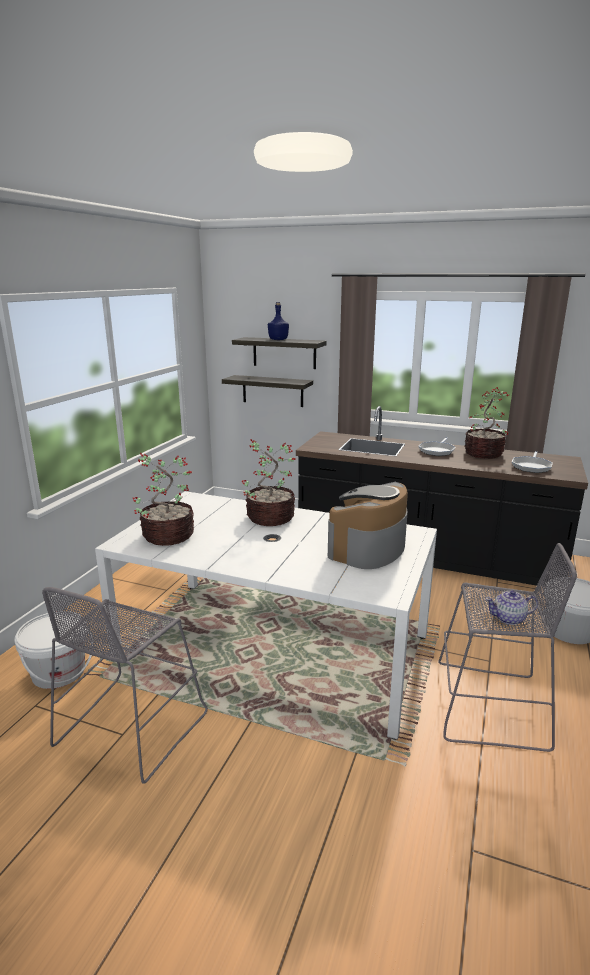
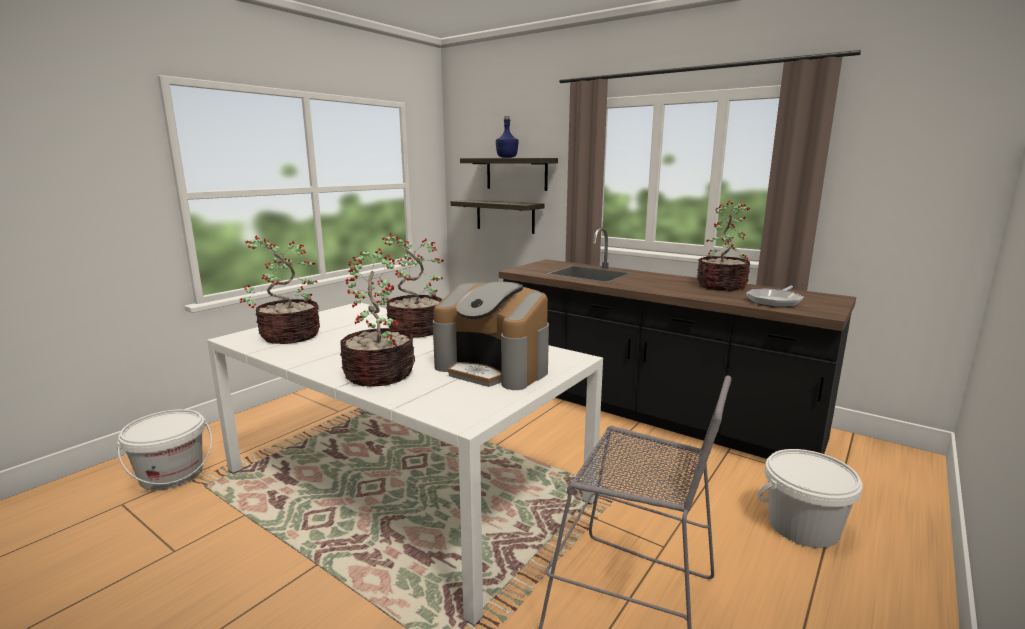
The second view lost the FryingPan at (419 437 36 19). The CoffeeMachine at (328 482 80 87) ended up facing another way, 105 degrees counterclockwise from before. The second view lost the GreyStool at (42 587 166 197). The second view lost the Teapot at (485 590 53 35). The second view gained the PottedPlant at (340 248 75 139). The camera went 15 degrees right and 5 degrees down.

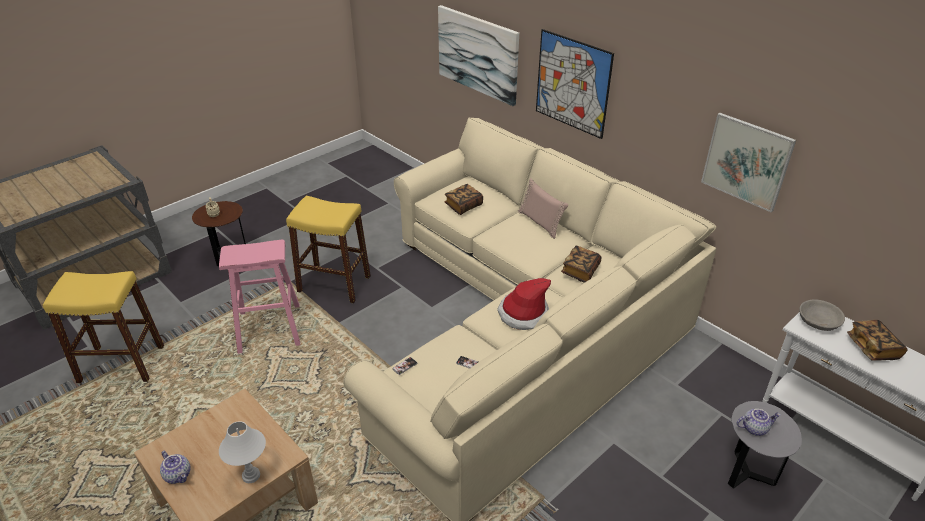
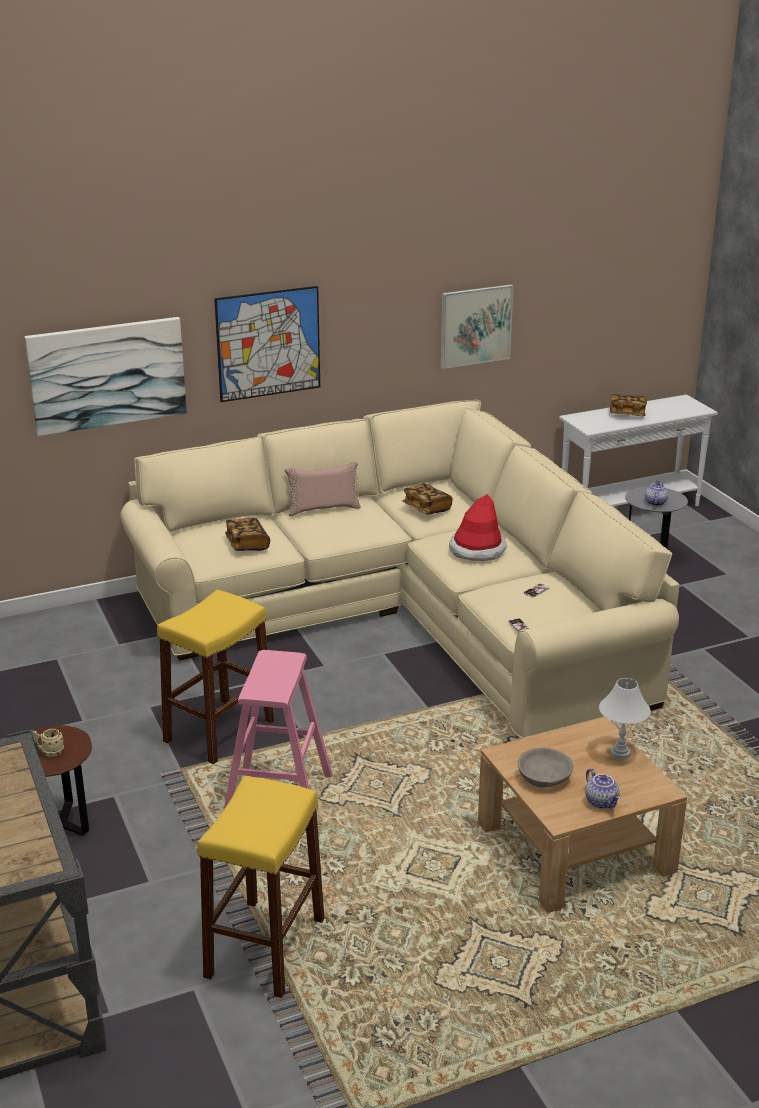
The GreyBowl ended up elsewhere, having gone from (799 299 46 32) to (518 748 56 40). The Teapot at (160 451 31 33) ended up facing another way, 90 degrees clockwise from before. The camera went 70 degrees left and 10 degrees down.

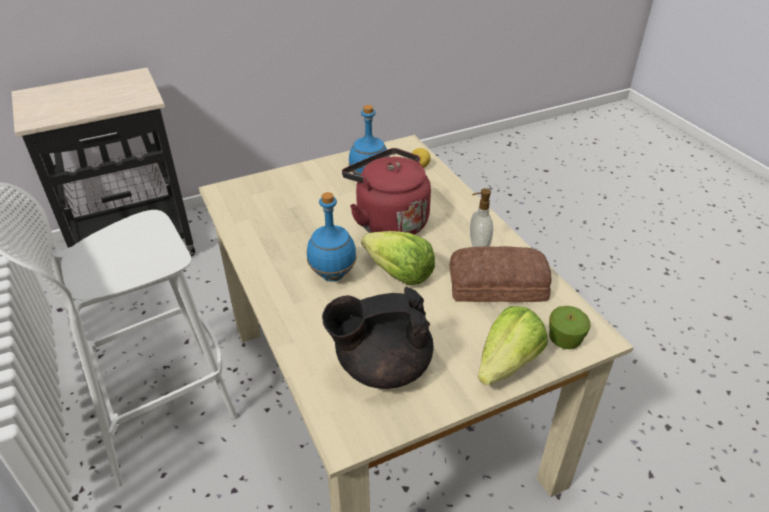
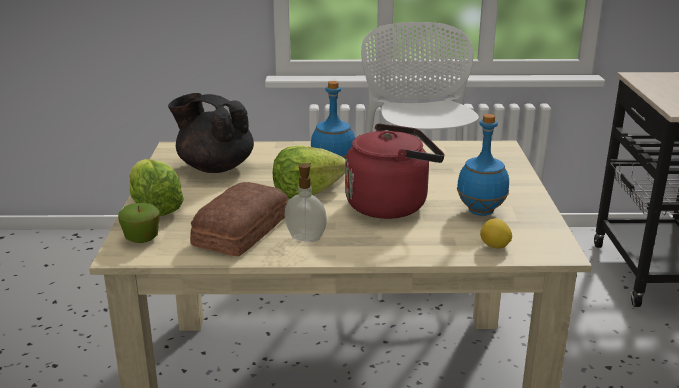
The BlackTeapot at (322 287 111 102) ended up facing another way, 75 degrees counterclockwise from before. The camera went 115 degrees right and 15 degrees down.

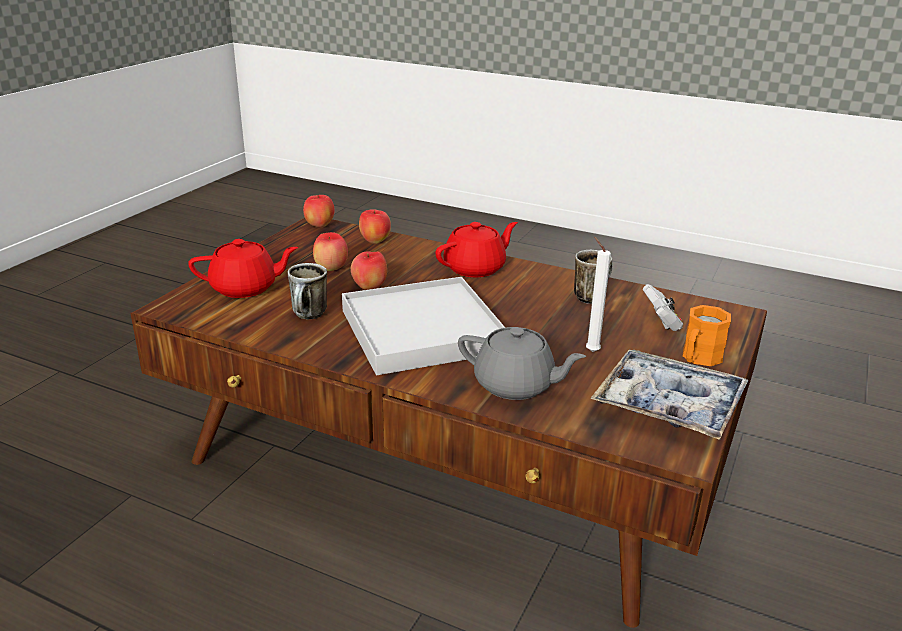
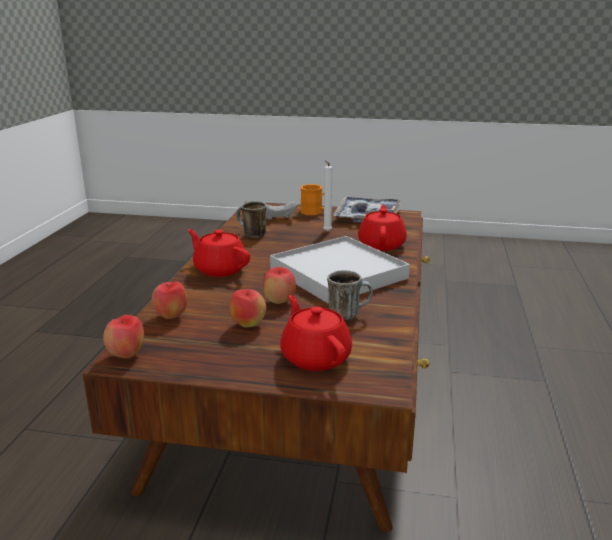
What was the GreyTeapot at (458 327 128 73) turned into the RedTeapot at (358 205 49 46). The camera went 105 degrees left and 5 degrees down.

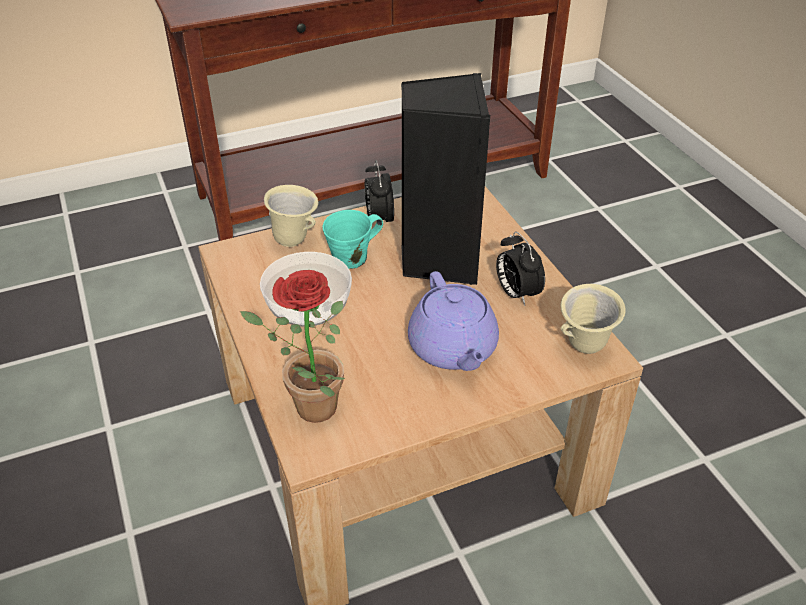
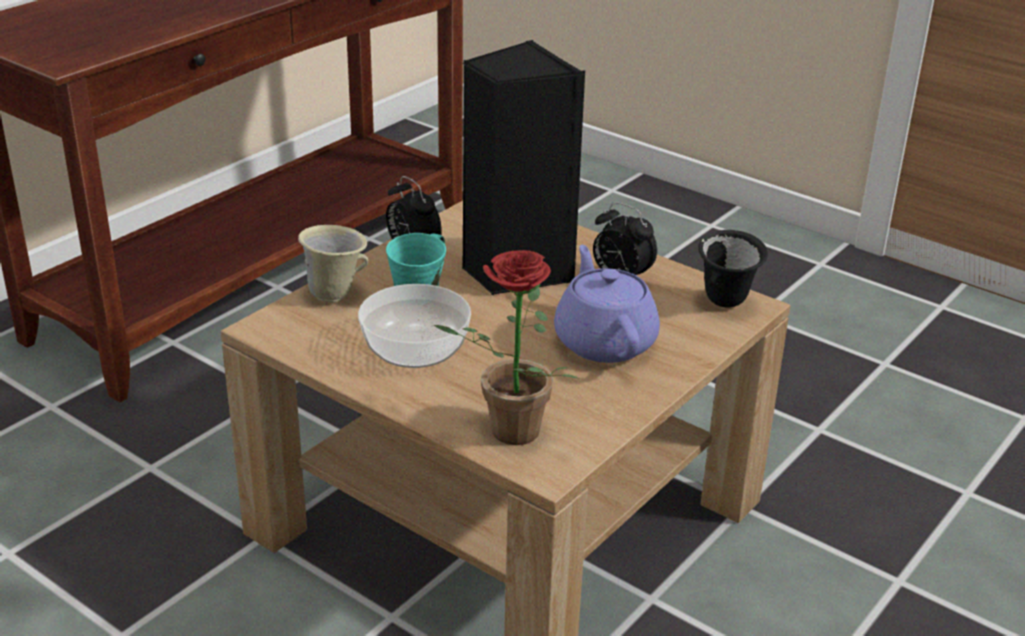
The PurpleTeapot at (408 271 91 100) ended up facing another way, 150 degrees counterclockwise from before. What was the BeigeMug at (560 284 66 70) turned into the BlackMug at (698 230 70 78). The camera went 30 degrees left and 10 degrees down.

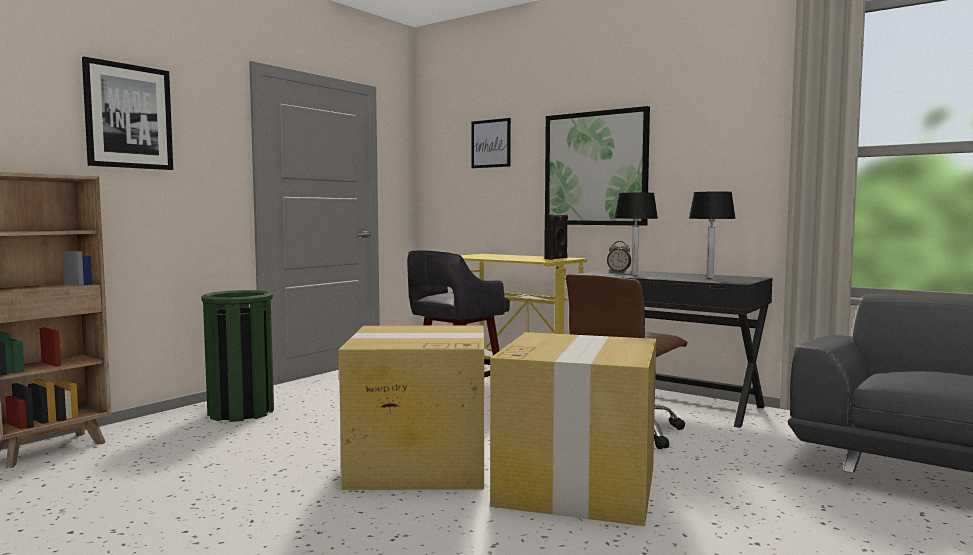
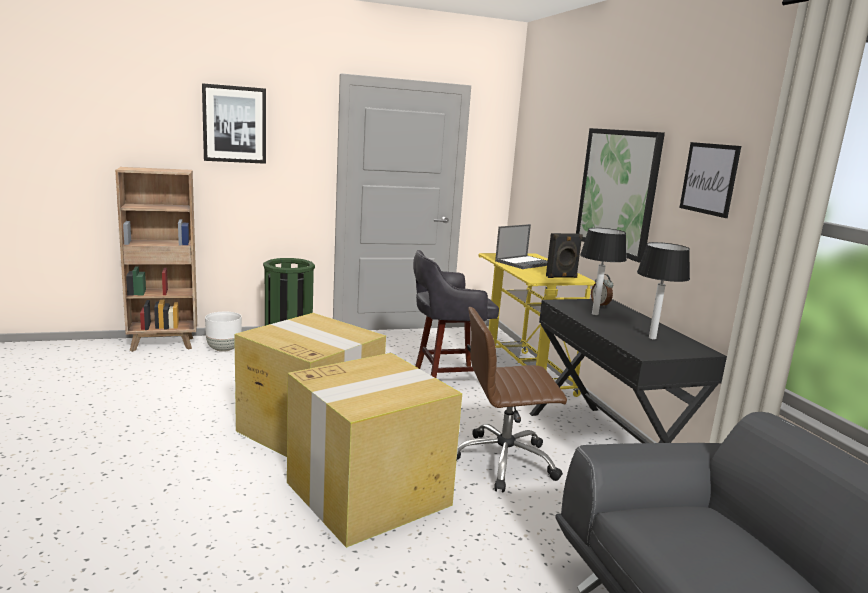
The Picture ended up elsewhere, having gone from (472 118 39 50) to (679 142 62 76). The second view gained the Laptop at (495 224 53 45). The second view gained the WhitePlanter at (205 312 37 40). The camera went 35 degrees right and 10 degrees up.

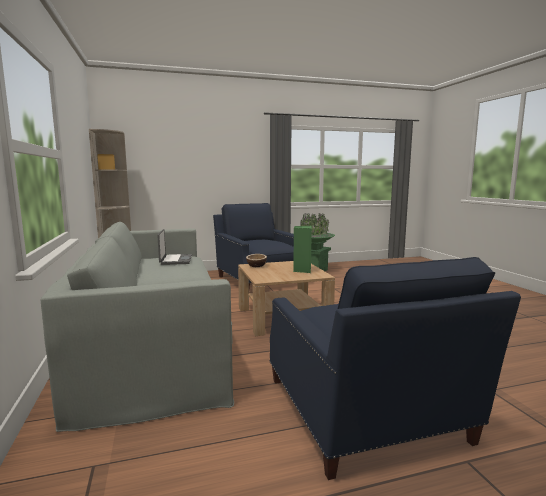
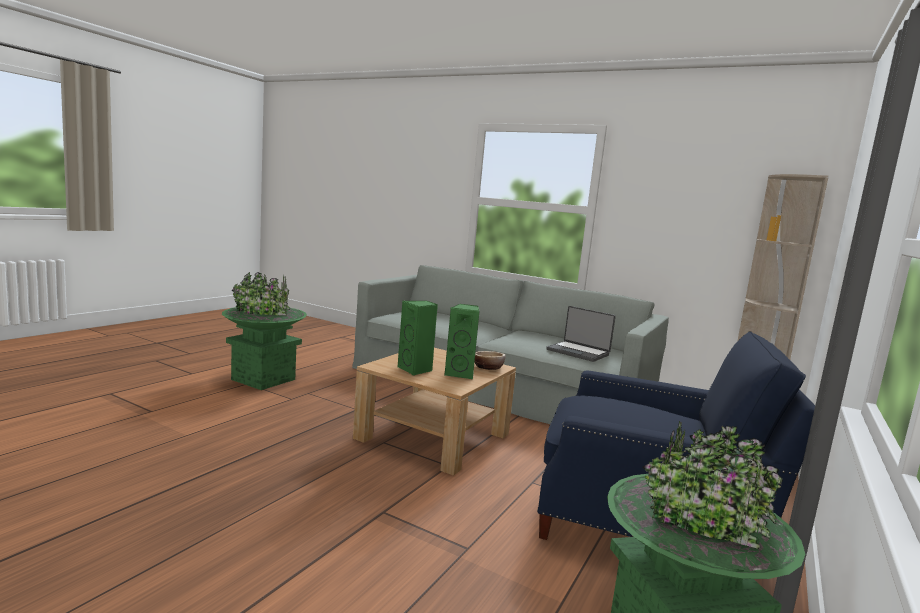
Where the BlueArmchair stood at (270 257 251 223), the GreenPlanter came to stand at (222 272 85 118). The second view gained the GreenSpeaker at (444 304 36 75). The camera went 135 degrees right and 0 degrees up.

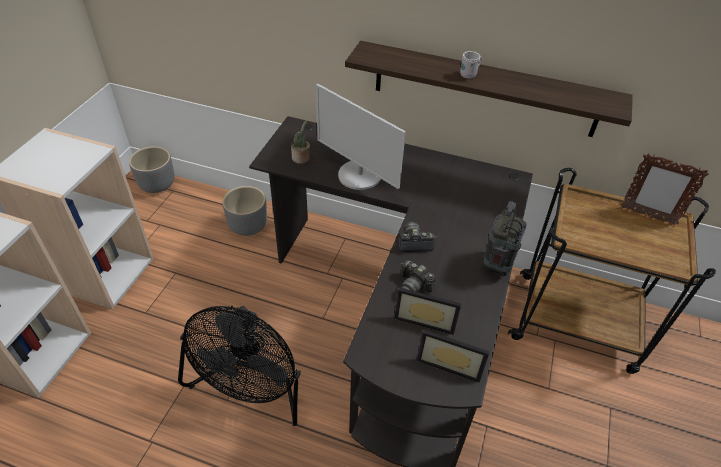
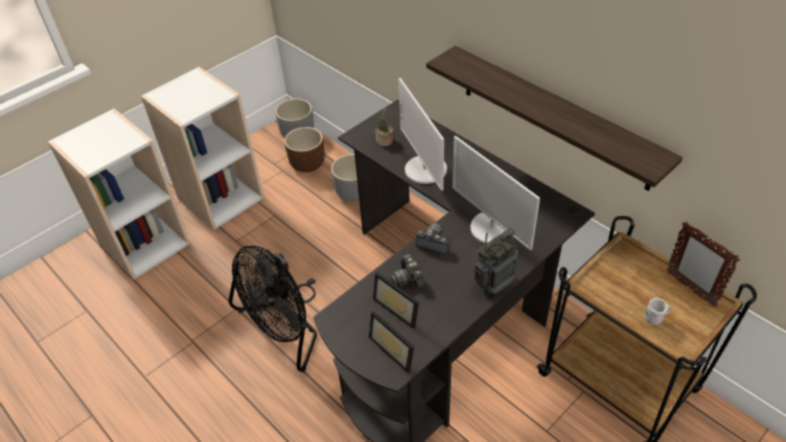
The WhiteMug ended up elsewhere, having gone from (460 51 22 28) to (645 298 27 27). The second view gained the BrownPlanter at (284 127 41 45). The second view gained the Monitor at (452 136 88 114). The camera went 30 degrees right and 0 degrees up.

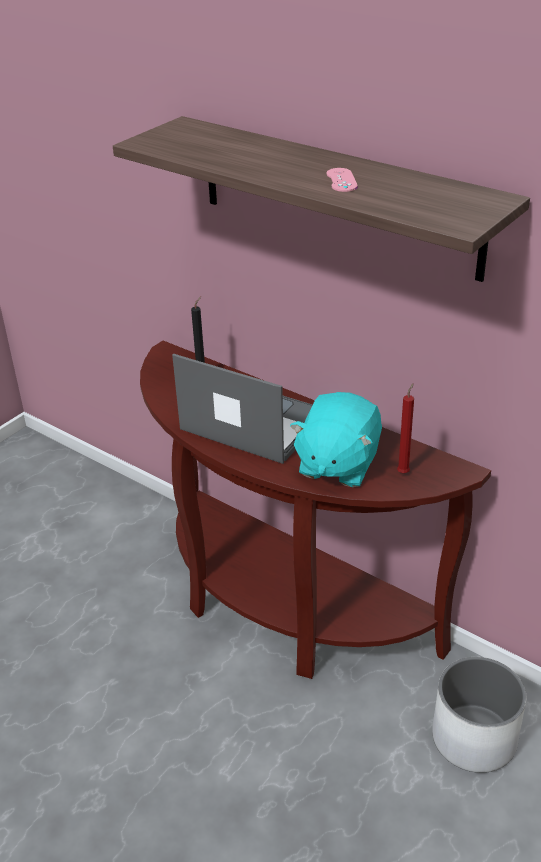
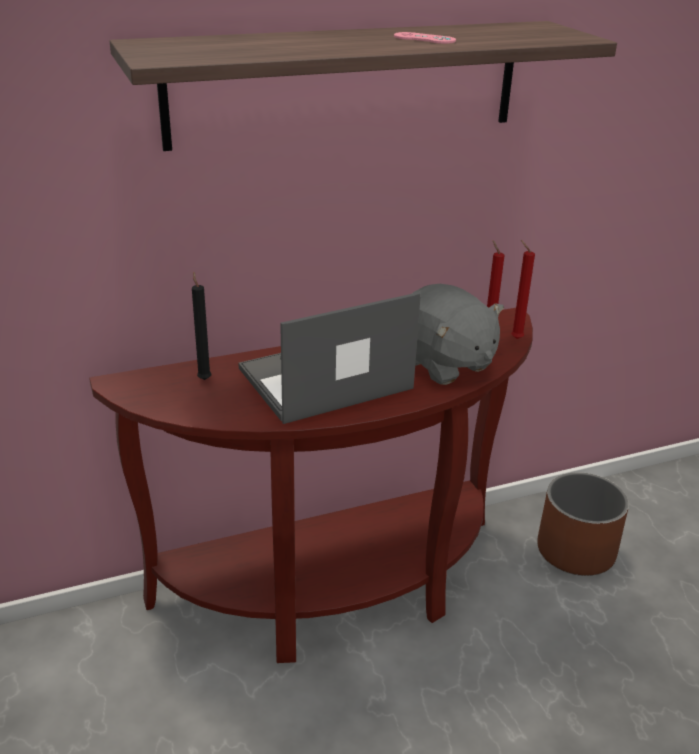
What was the TurquoisePlushToy at (290 392 92 95) turned into the GreyPlushToy at (412 284 92 101). What was the WhitePlanter at (432 657 94 116) turned into the BrownPlanter at (537 472 92 104). The second view gained the RedCandle at (511 240 24 99). The camera went 60 degrees left and 5 degrees down.

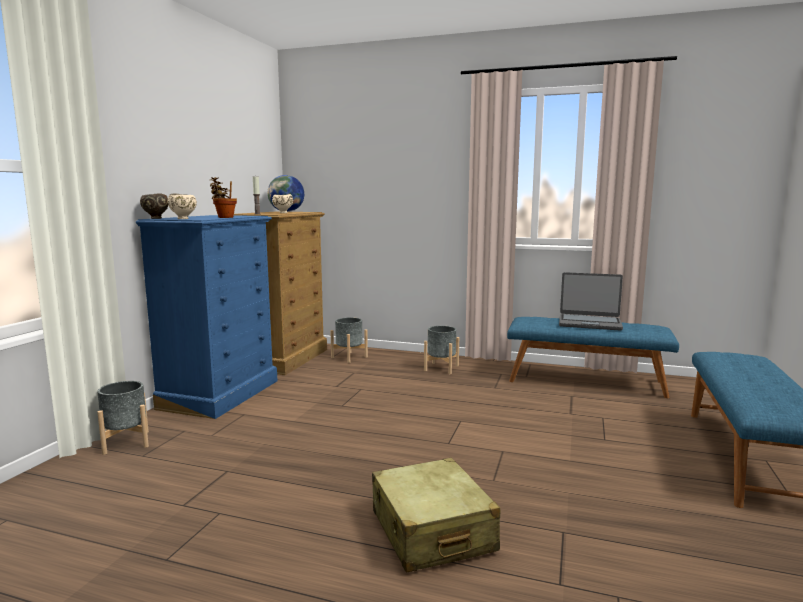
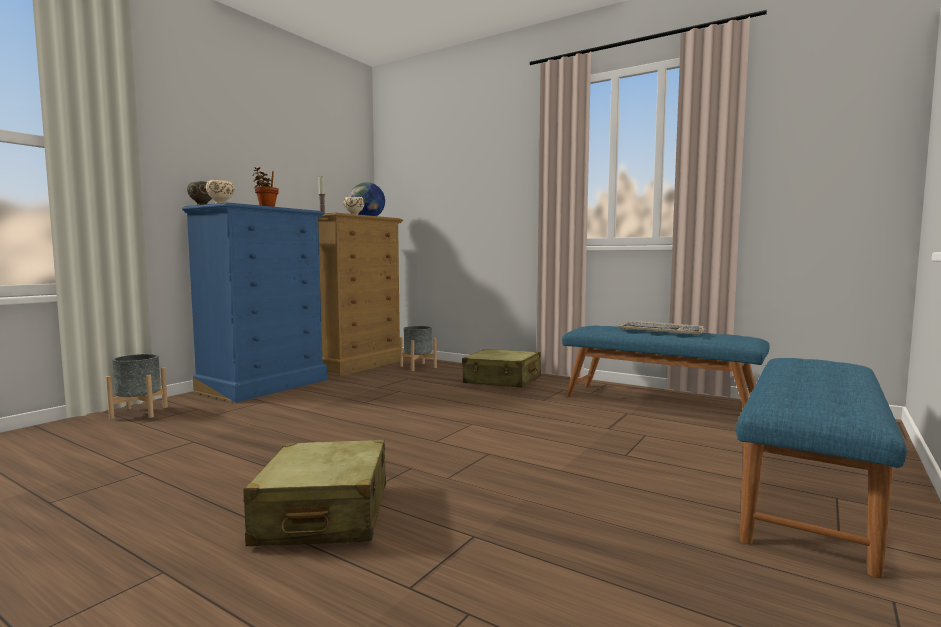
Where the Laptop stood at (559 272 64 59), the Keyboard came to stand at (619 321 86 14). Where the GreyPlanter stood at (424 326 35 48), the BeigeSuitcase came to stand at (462 349 79 39). The camera went 15 degrees right and 5 degrees down.

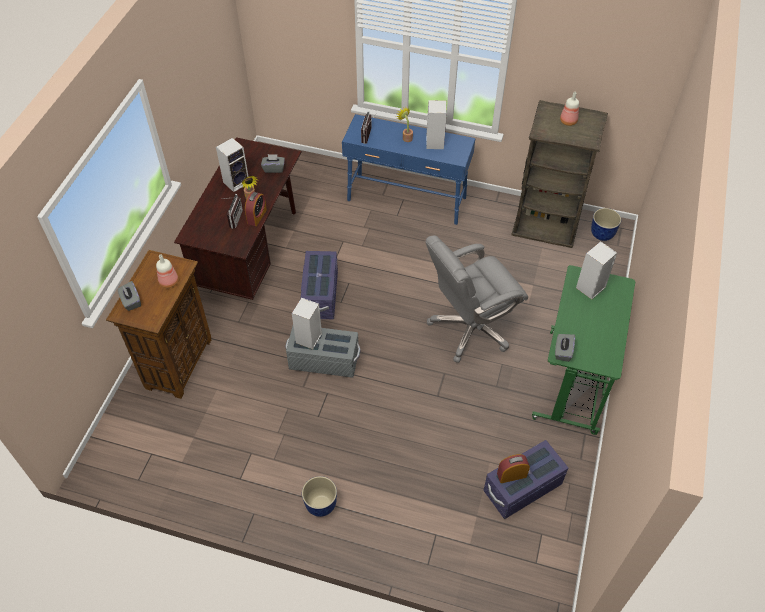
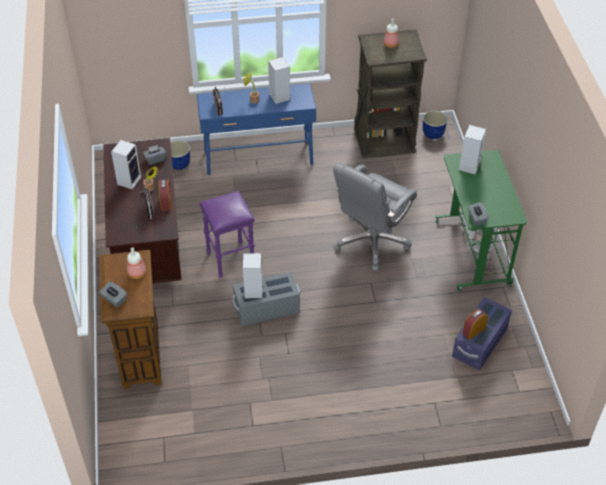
Where the PurpleStorageBox stood at (300 251 38 68), the PurpleStool came to stand at (200 191 55 87). The Planter ended up elsewhere, having gone from (302 476 35 41) to (170 140 20 30). The camera went 25 degrees left and 5 degrees down.

